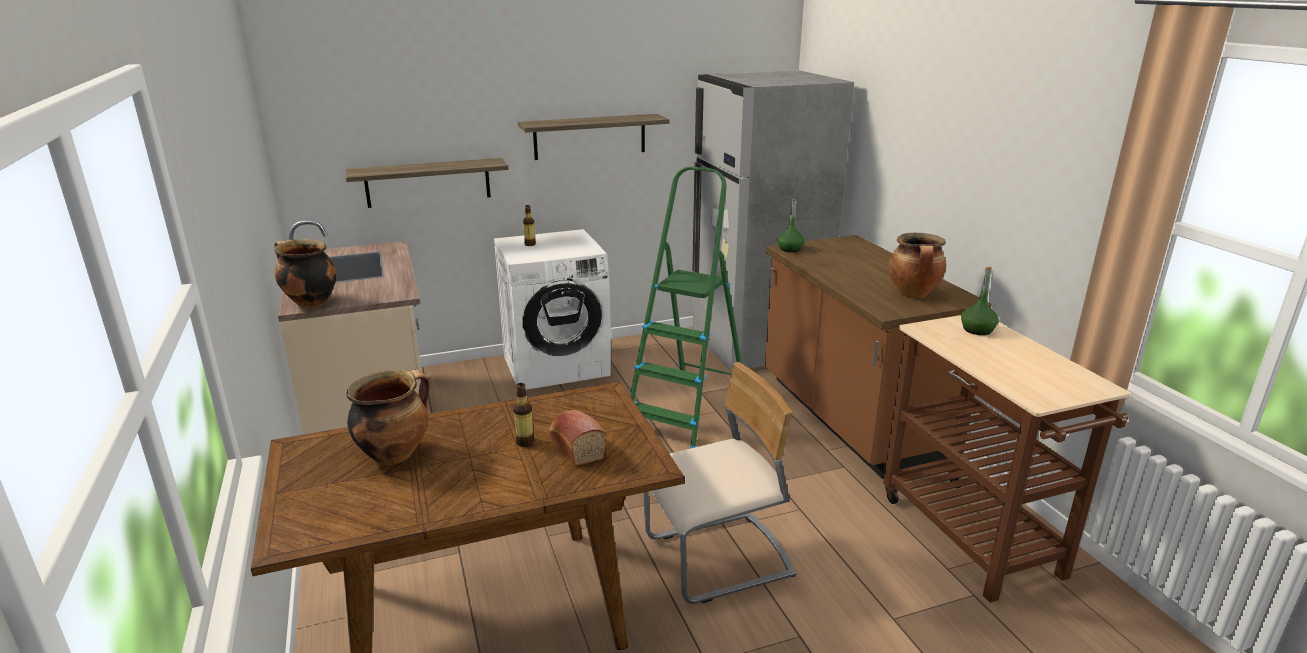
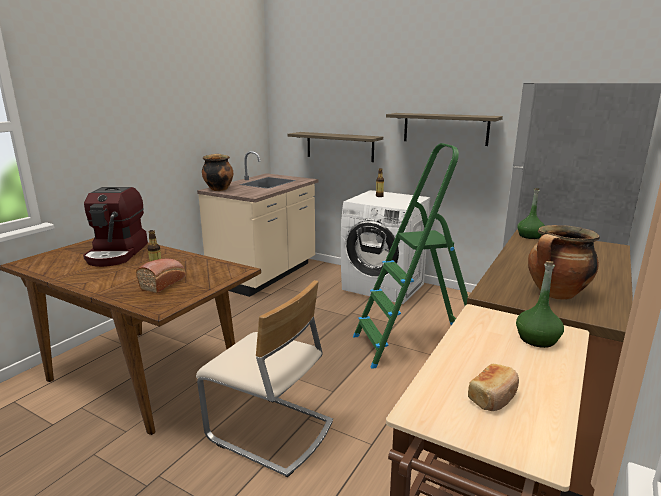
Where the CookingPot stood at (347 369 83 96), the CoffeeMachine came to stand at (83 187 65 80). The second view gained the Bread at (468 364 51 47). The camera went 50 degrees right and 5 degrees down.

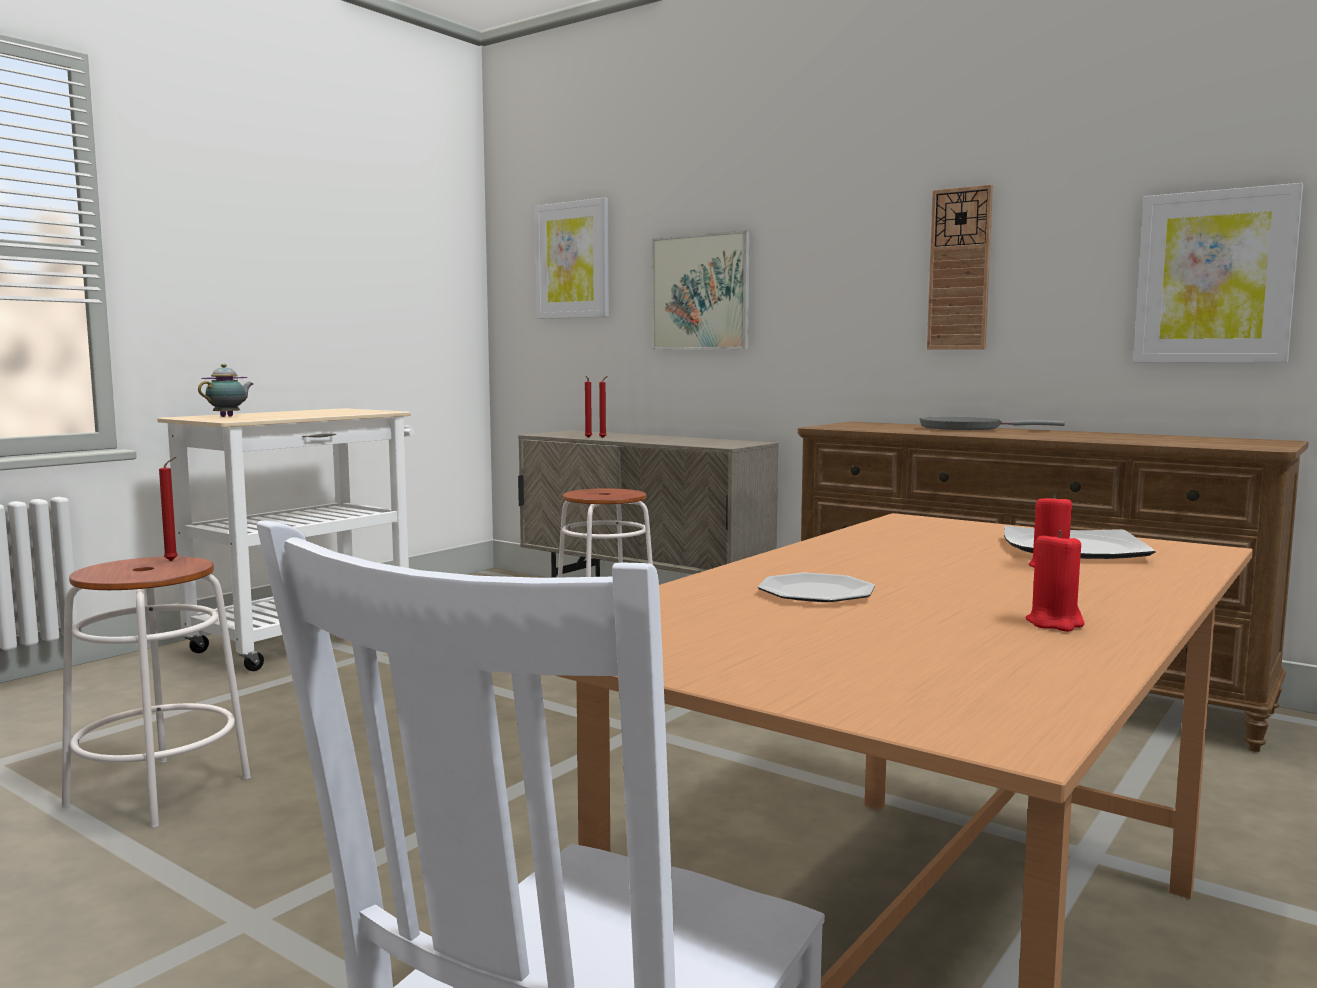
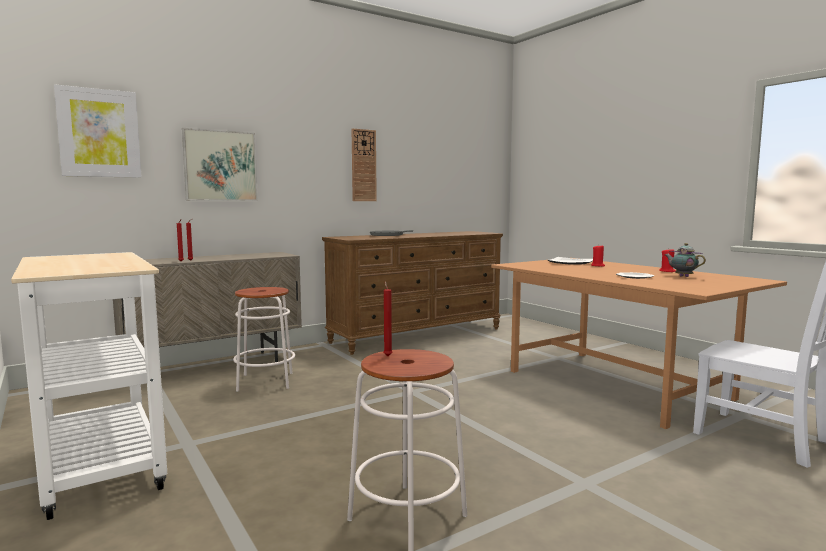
The second view lost the Picture at (1133 183 170 180). The Teapot ended up elsewhere, having gone from (198 364 55 53) to (665 243 41 34). The camera went 70 degrees left and 0 degrees up.

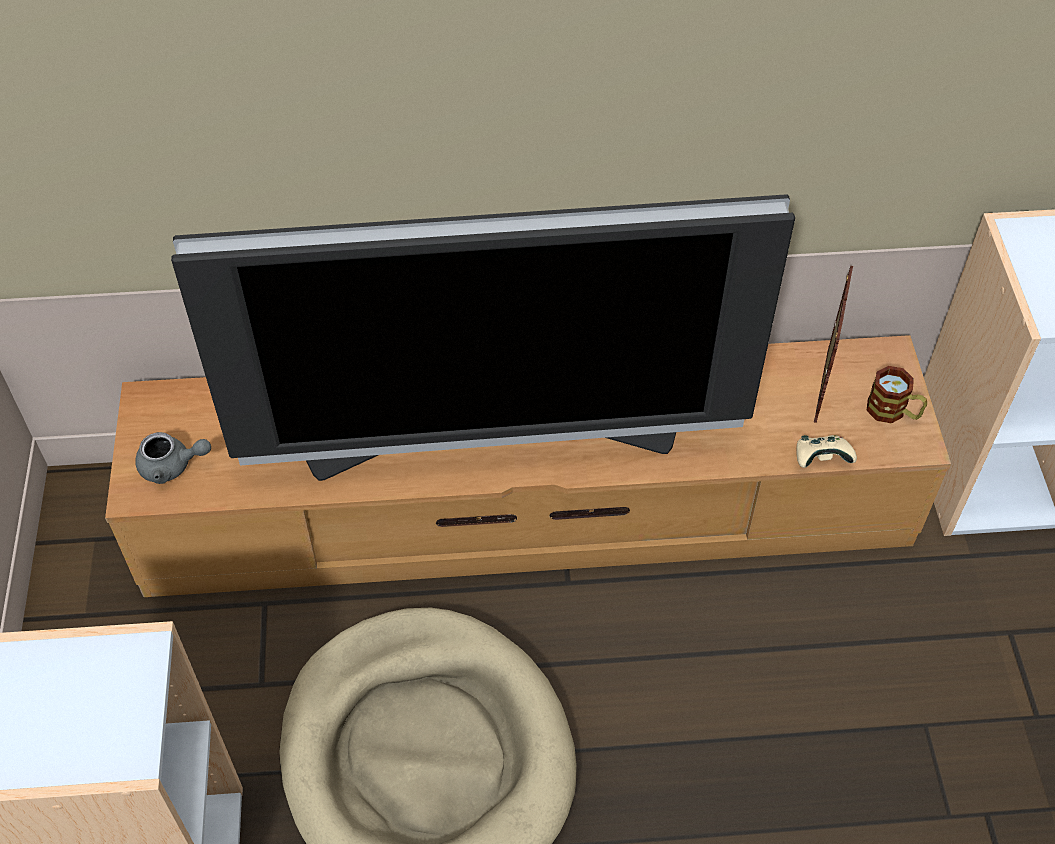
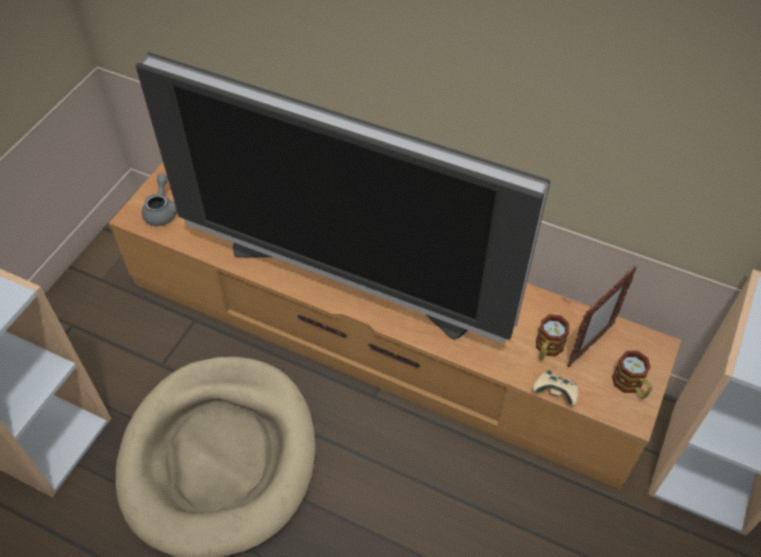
The GreyTeapot at (135 432 76 52) ended up facing another way, 120 degrees counterclockwise from before. The second view gained the Mug at (536 314 33 46). The camera went 30 degrees right and 0 degrees up.

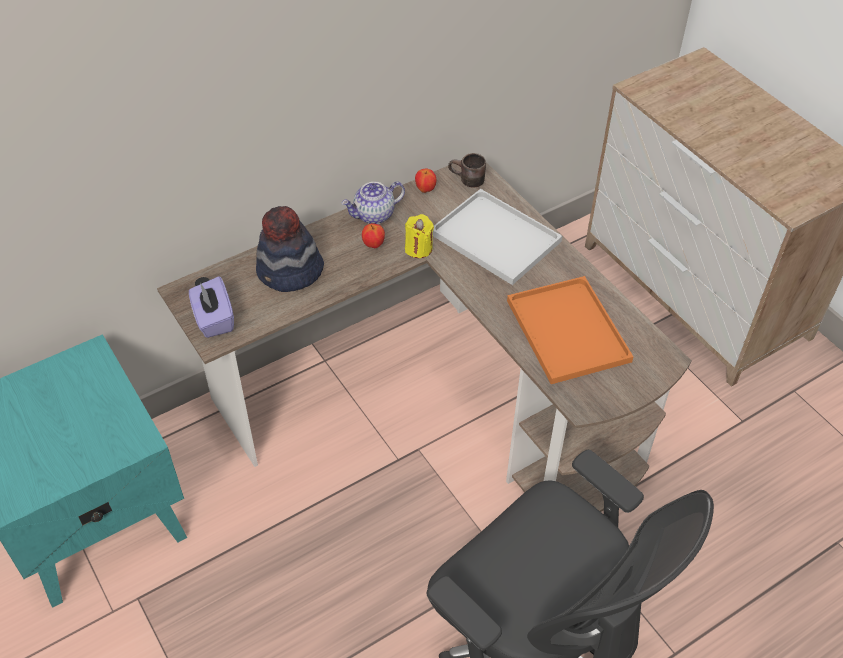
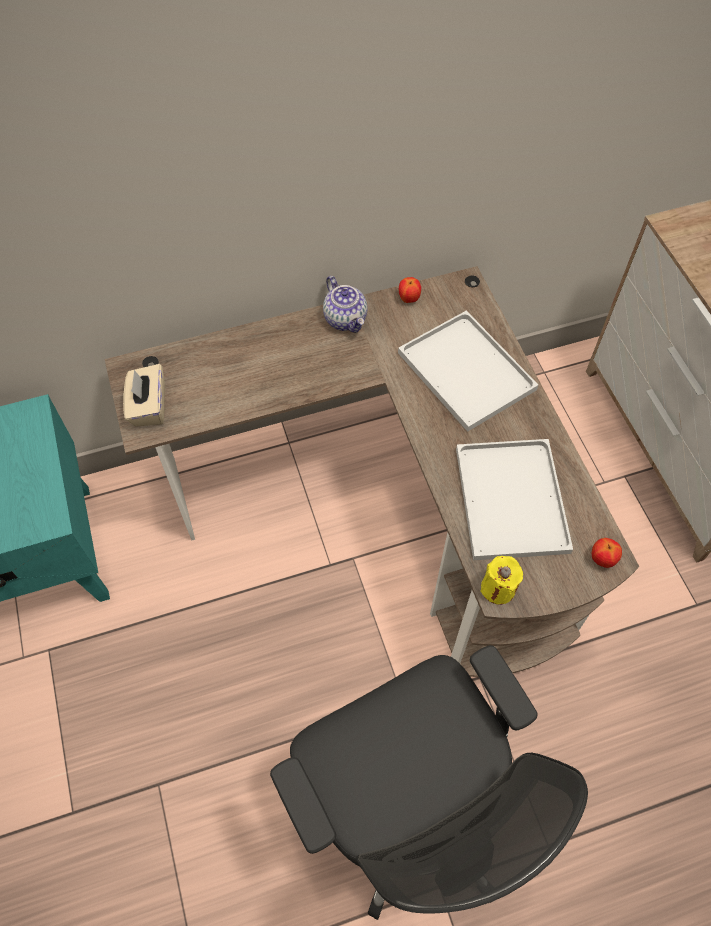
The second view lost the BrownMug at (448 153 38 35). The Teapot at (342 181 63 43) ended up facing another way, 105 degrees counterclockwise from before. The second view lost the Hat at (256 206 68 86). The YellowCandle ended up elsewhere, having gone from (405 214 29 44) to (480 556 43 49). The Apple ended up elsewhere, having gone from (362 223 23 25) to (592 538 30 30). What was the PurpleTissueBox at (189 276 45 62) turned into the BeigeTissueBox at (123 364 42 62). What was the OrangeTray at (507 276 127 108) turned into the WhiteTray at (456 439 117 121). The camera went 15 degrees right and 10 degrees up.

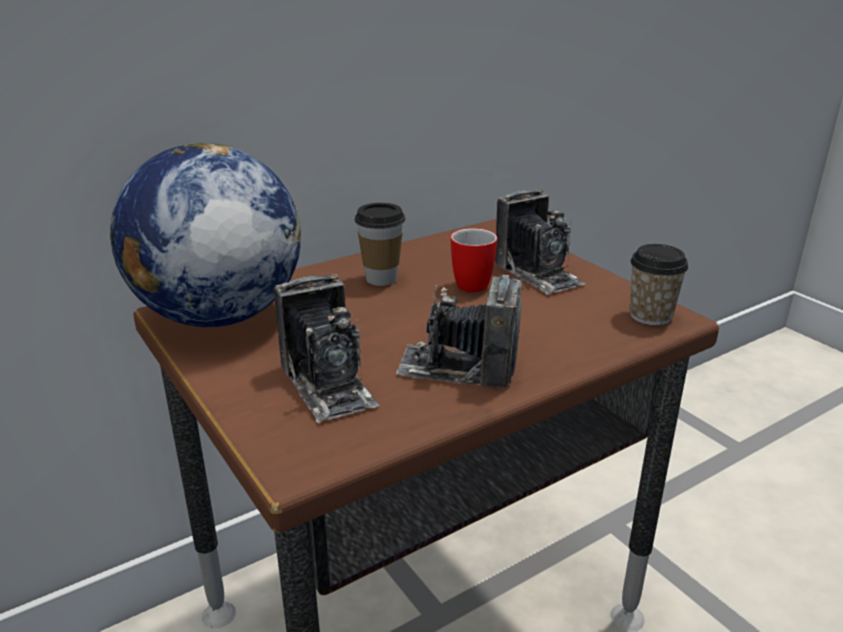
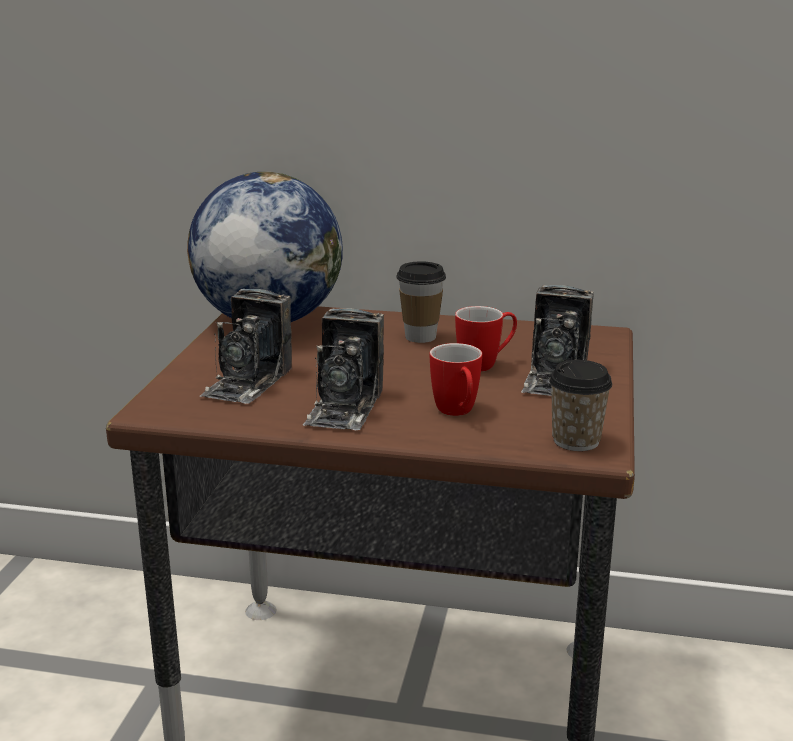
The PhotoCamera at (396 275 126 114) ended up facing another way, 135 degrees counterclockwise from before. The second view gained the Mug at (430 343 52 73). The camera went 45 degrees right and 5 degrees down.

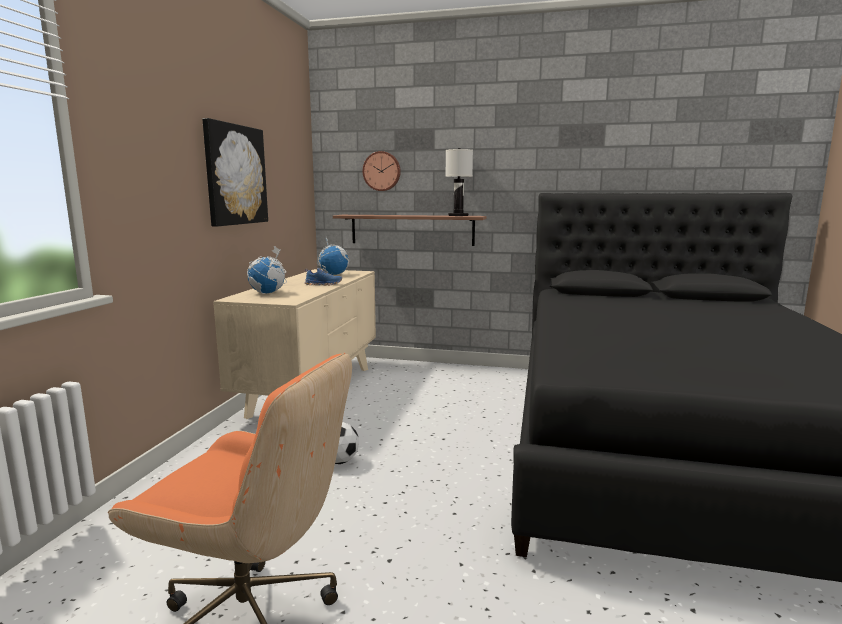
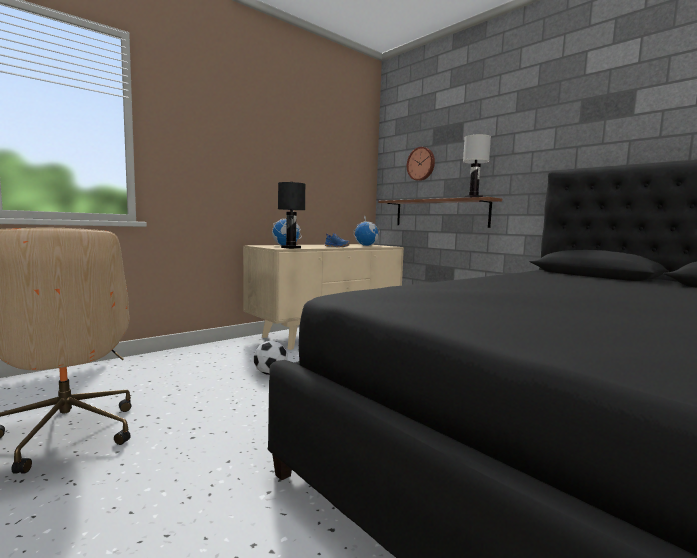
The second view lost the Picture at (202 118 66 109). The second view gained the BlackTableLamp at (278 182 28 67). The camera went 35 degrees right and 5 degrees down.

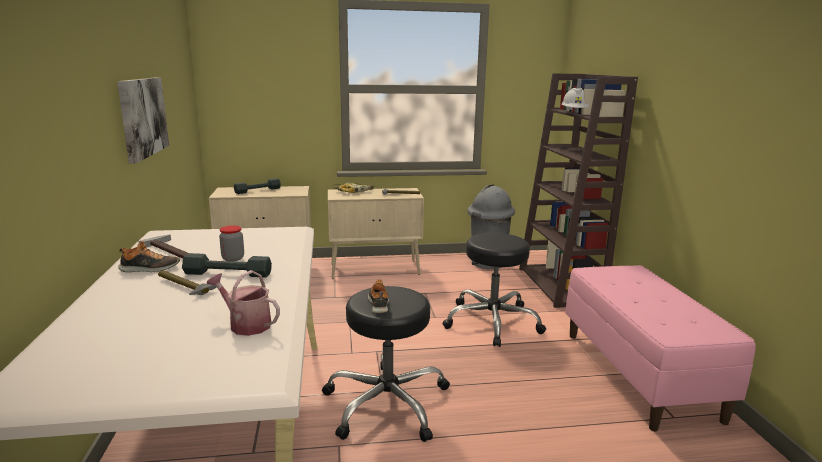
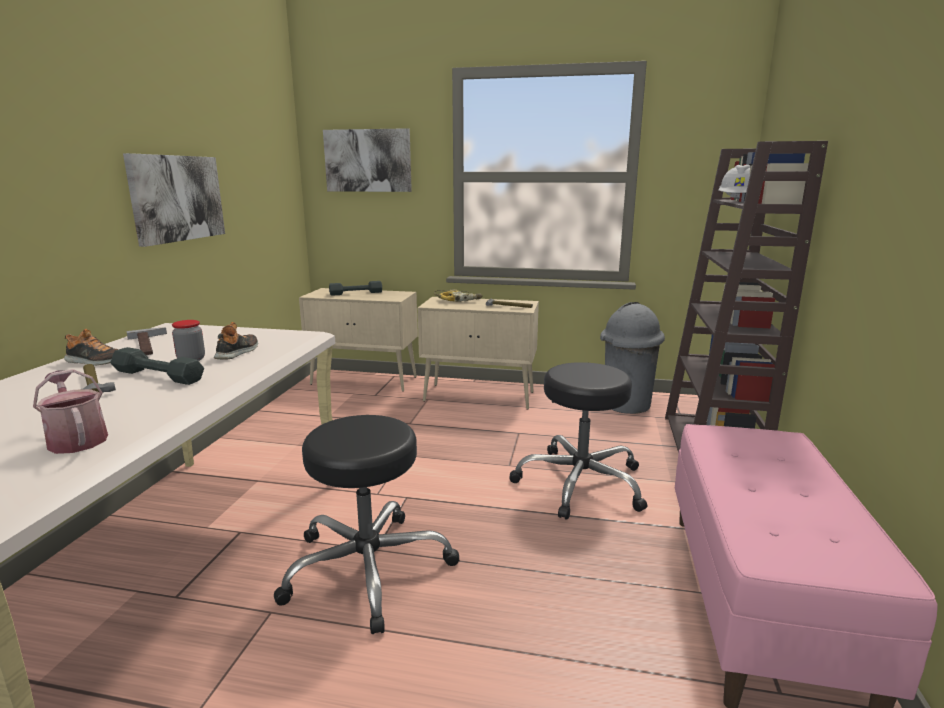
The Shoe ended up elsewhere, having gone from (368 279 21 34) to (214 322 44 37). The second view gained the Picture at (323 128 89 64). The camera went 20 degrees right and 0 degrees up.

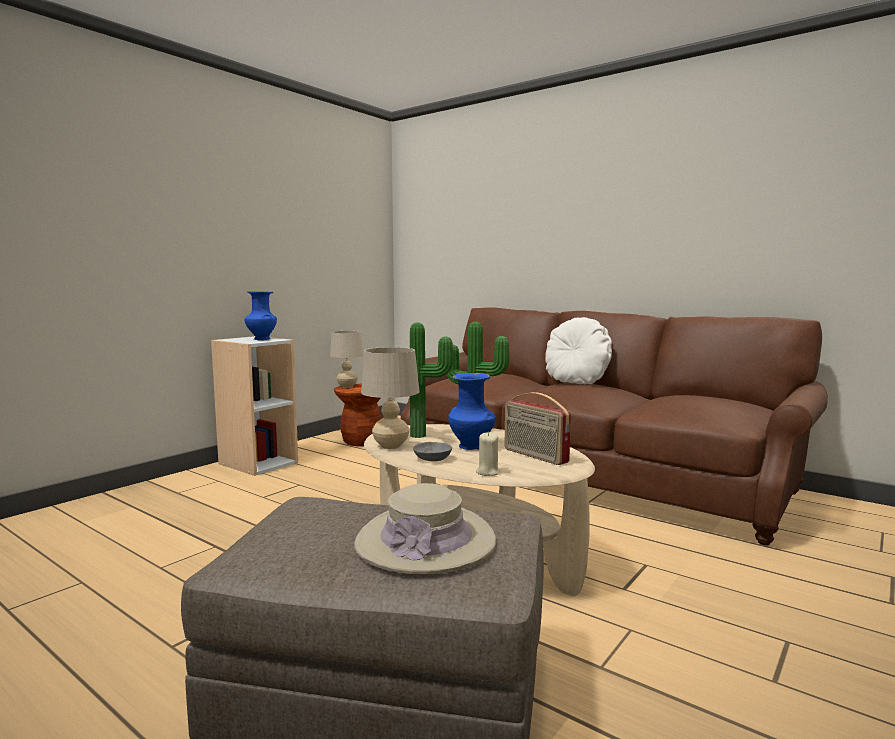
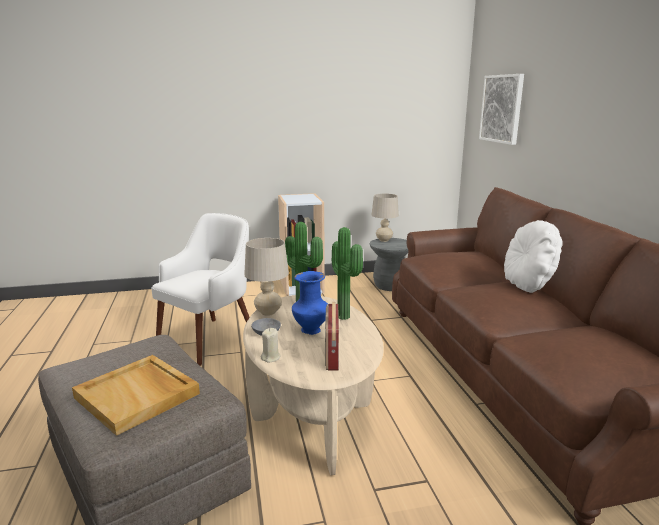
The second view lost the BlueVase at (244 291 33 49). What was the BrownStool at (334 384 48 62) turned into the GreyStool at (370 238 38 53). Where the BeigeHat stood at (354 483 142 91), the BeigeTray came to stand at (72 355 128 81). The second view gained the Picture at (479 74 45 71). The second view gained the WhiteArmchair at (151 213 99 153). The camera went 40 degrees right and 10 degrees up.

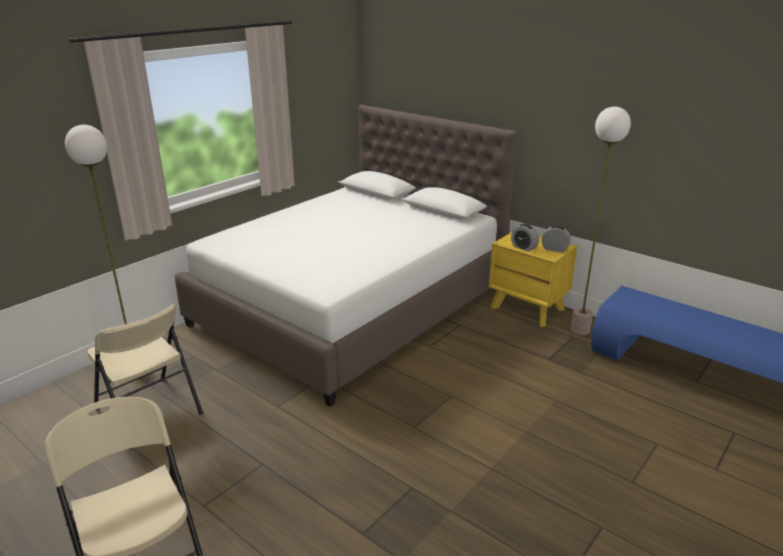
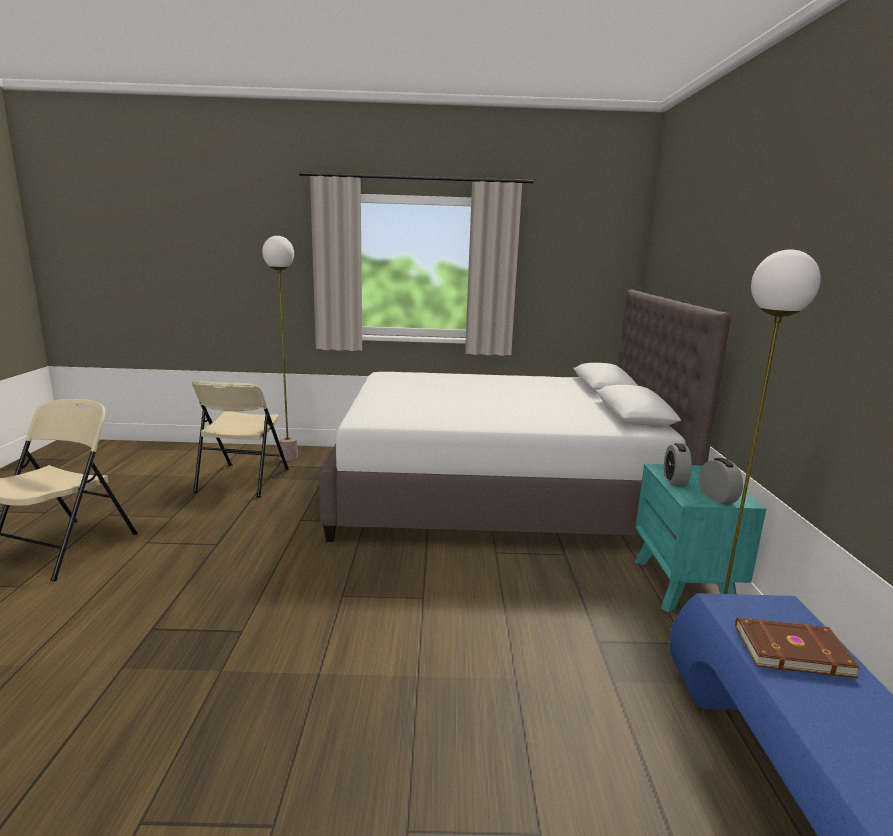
What was the YellowNightstand at (489 232 88 95) turned into the TurquoiseNightstand at (634 464 132 149). The second view gained the BrownBook at (735 617 126 61). The camera went 50 degrees right and 10 degrees down.

